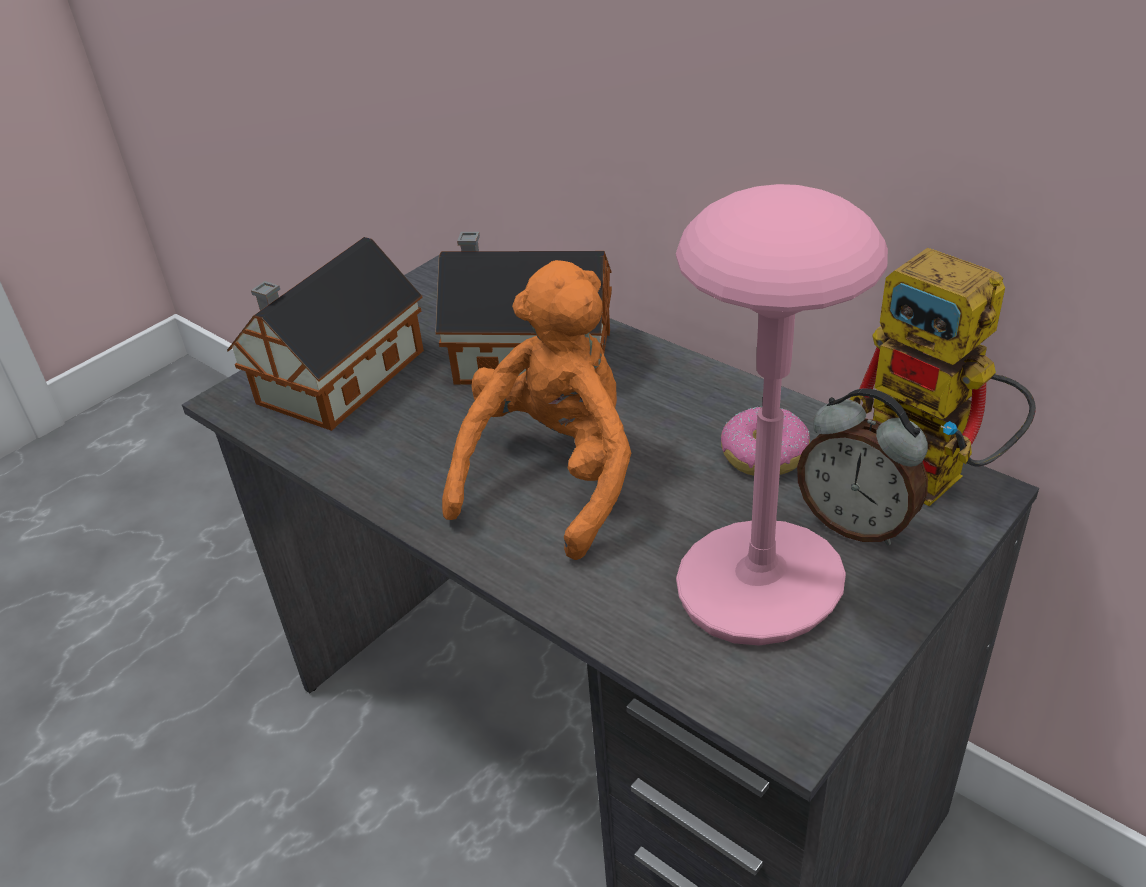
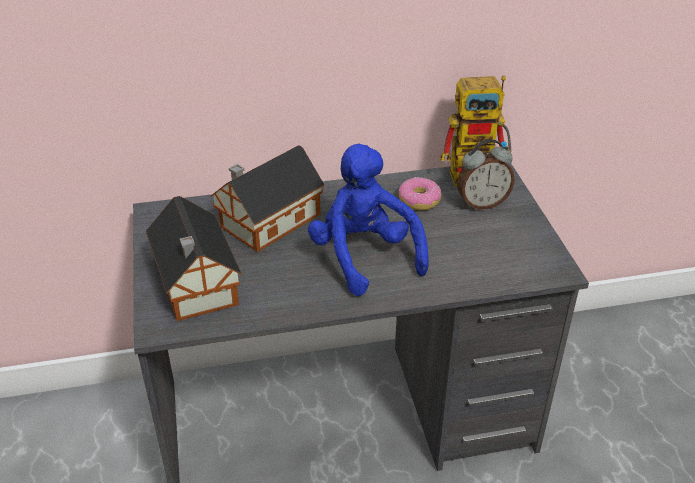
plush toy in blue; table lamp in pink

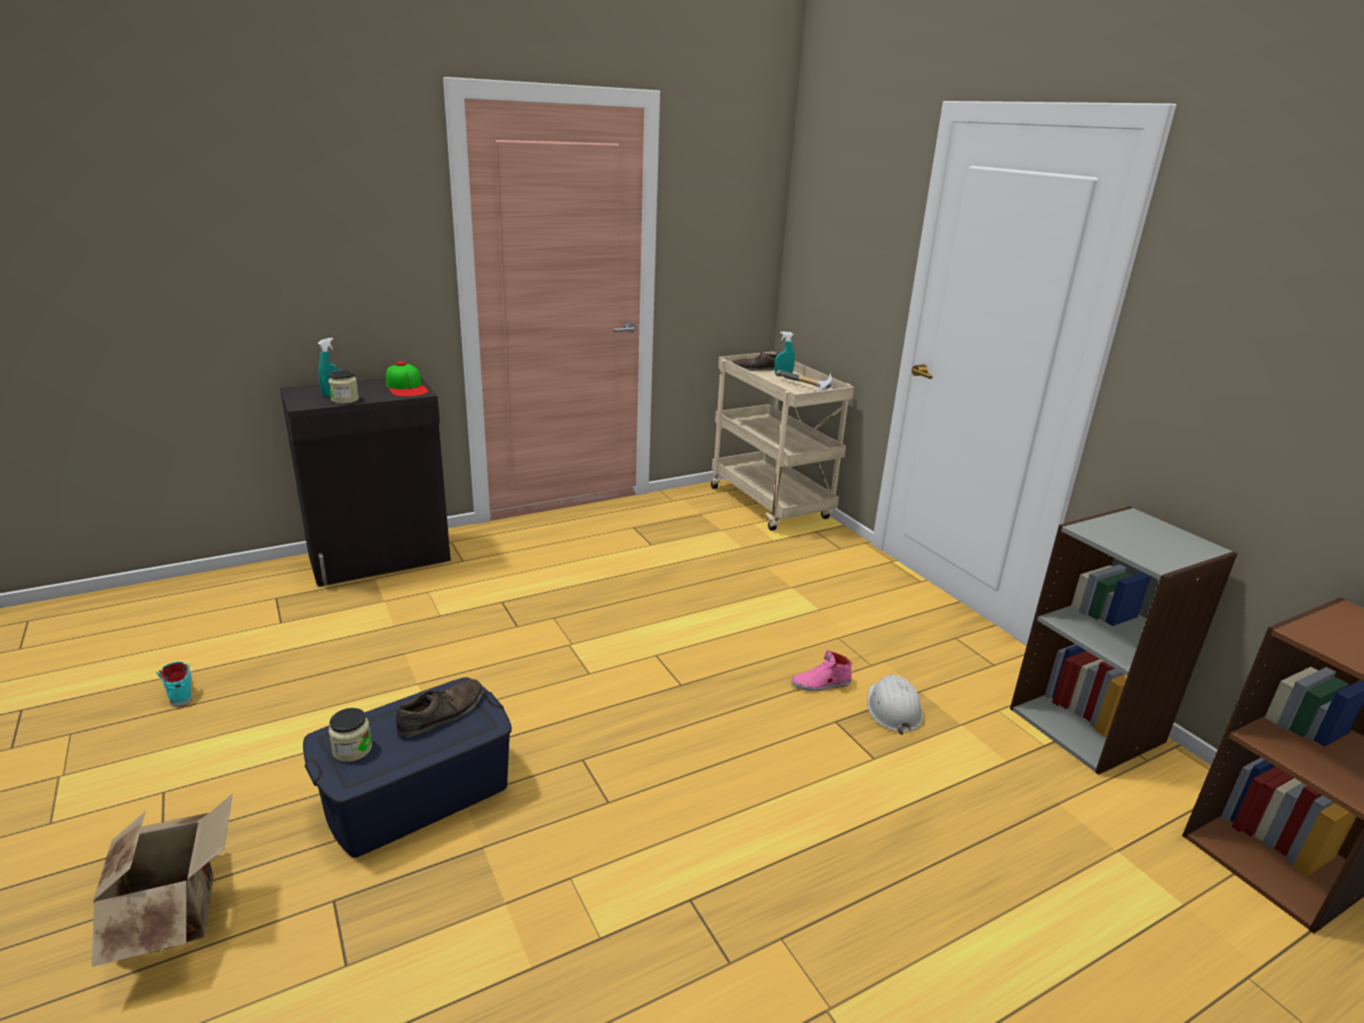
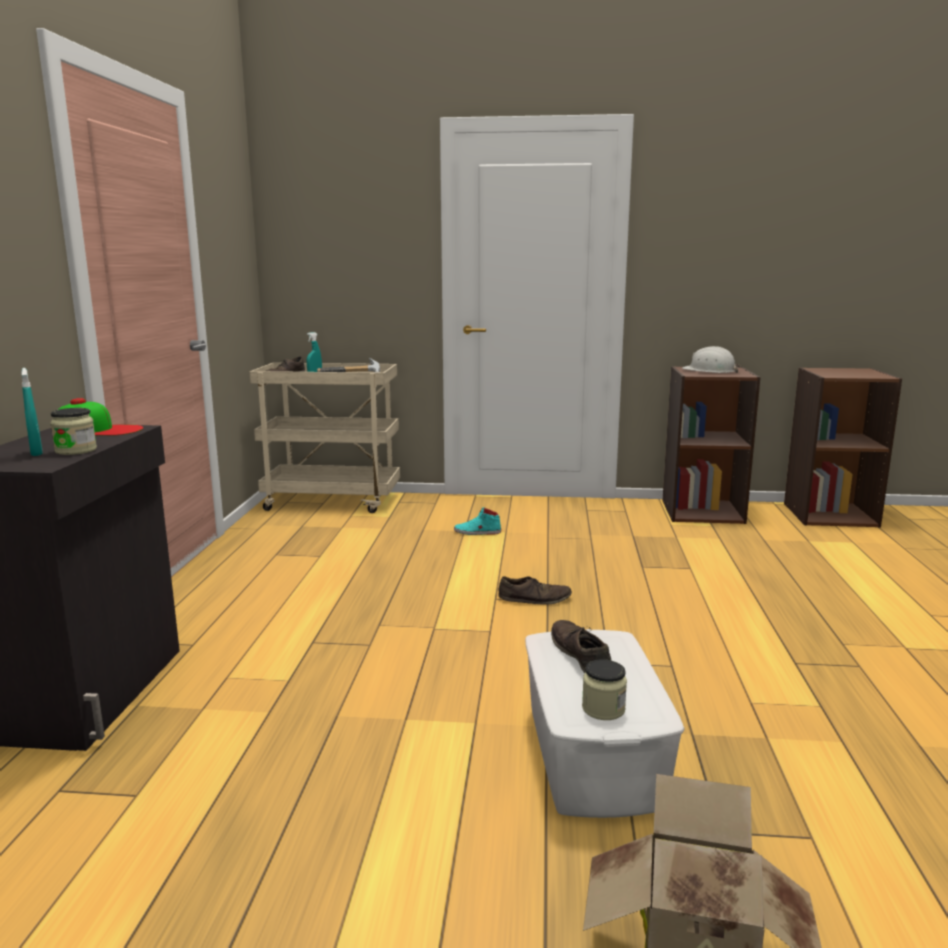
shoe in turquoise; storage box in white; shoe in pink; hard hat in white; bookcase in brown (1st from left); shoe in brown (2nd from left)

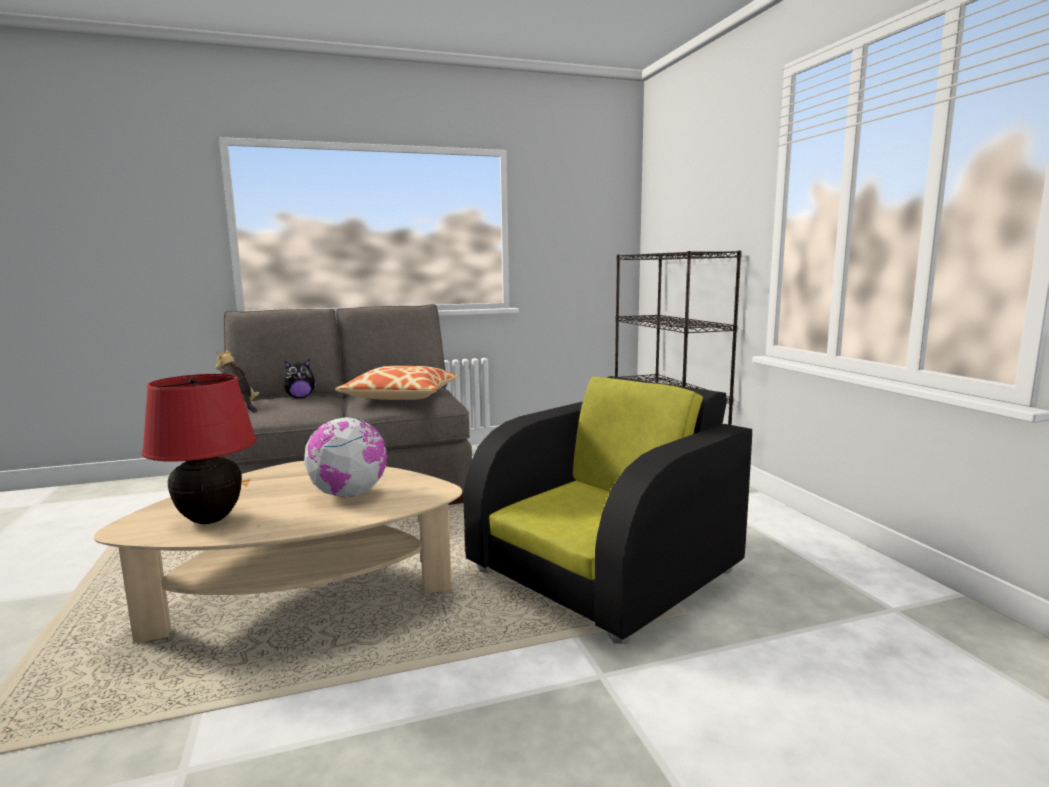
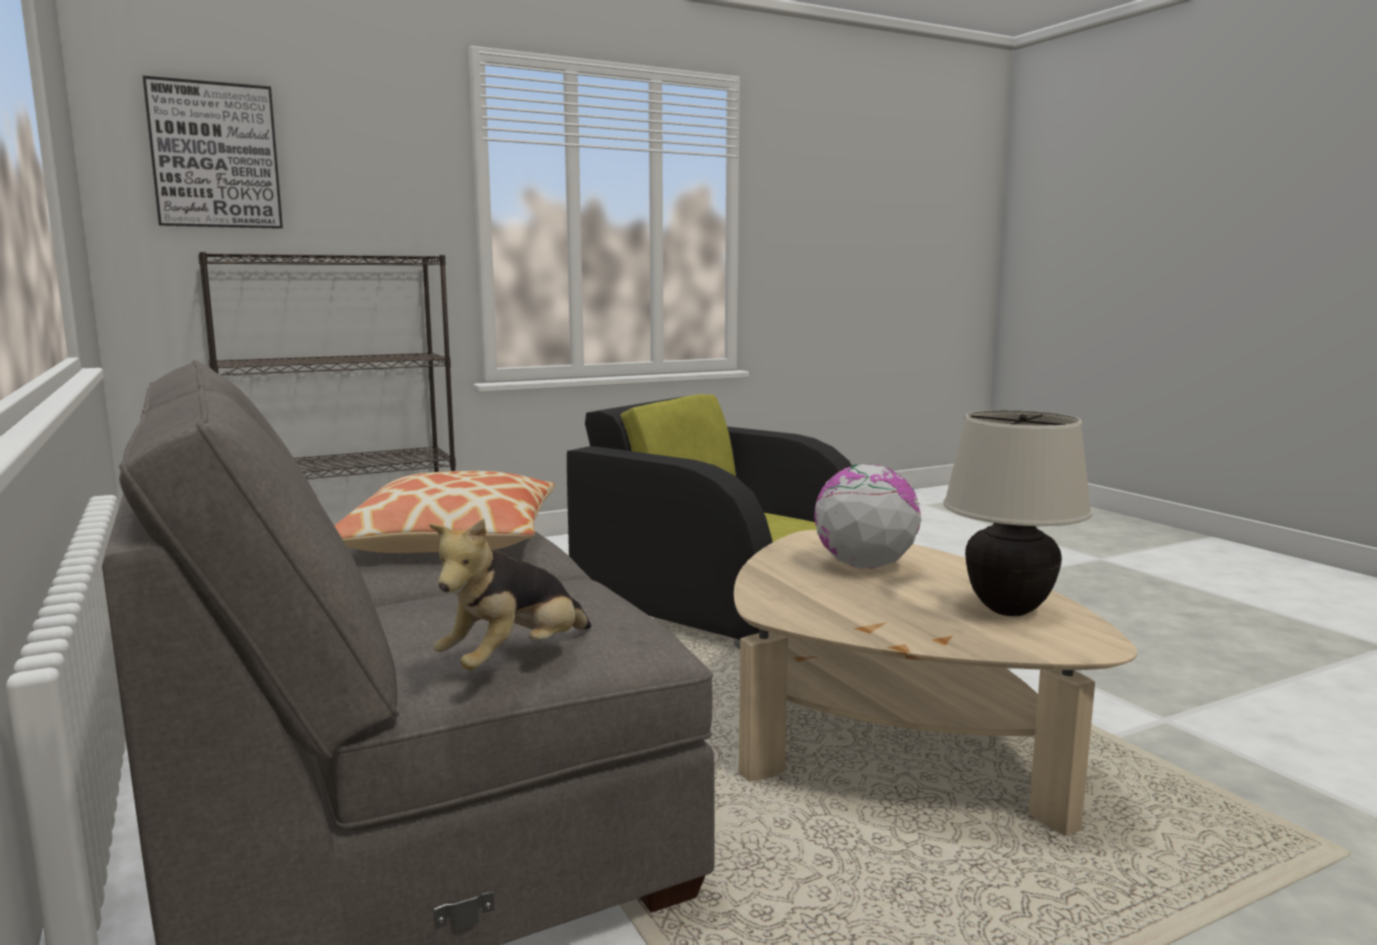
table lamp in beige; plush toy (2nd from left in the first image); picture

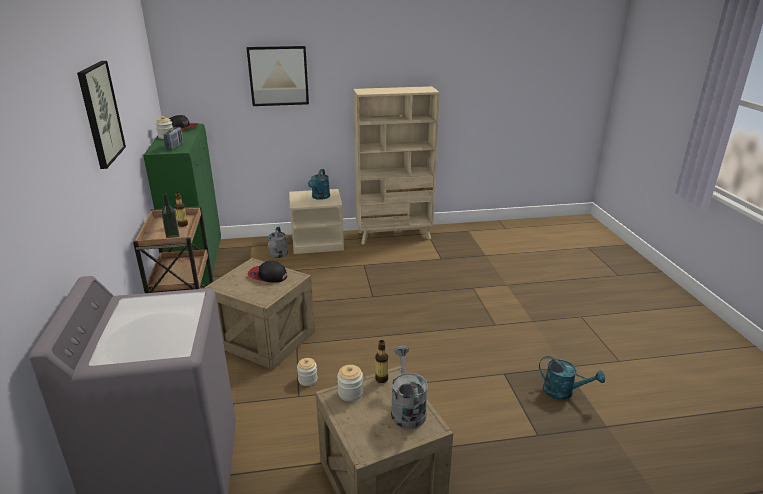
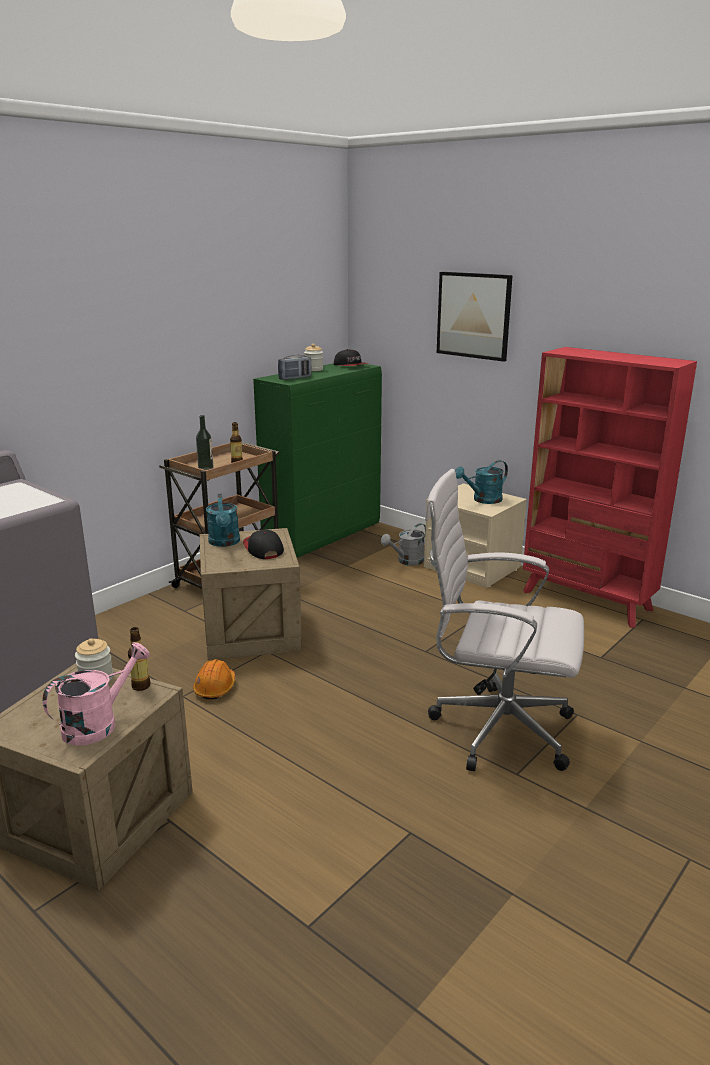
picture (1st from left in the first image); hard hat in orange; bookcase in red; watering can in pink; watering can in turquoise (1st from left); office chair in white

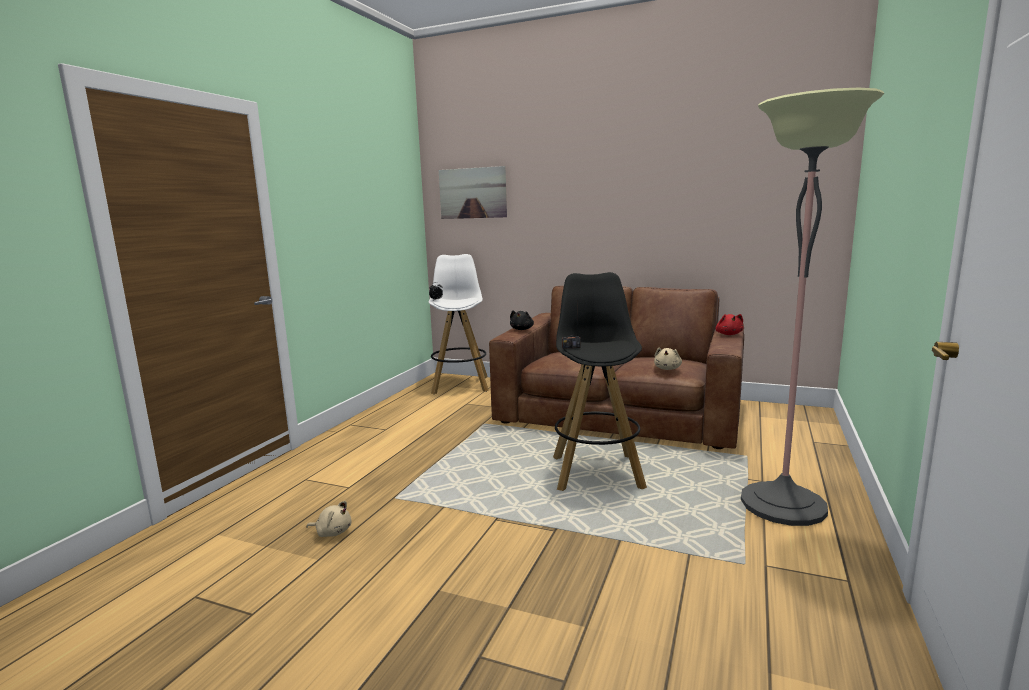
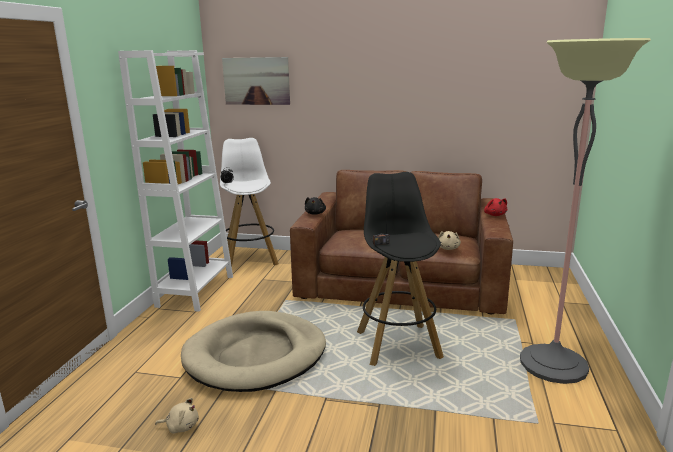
bookcase in white; dog bed in beige

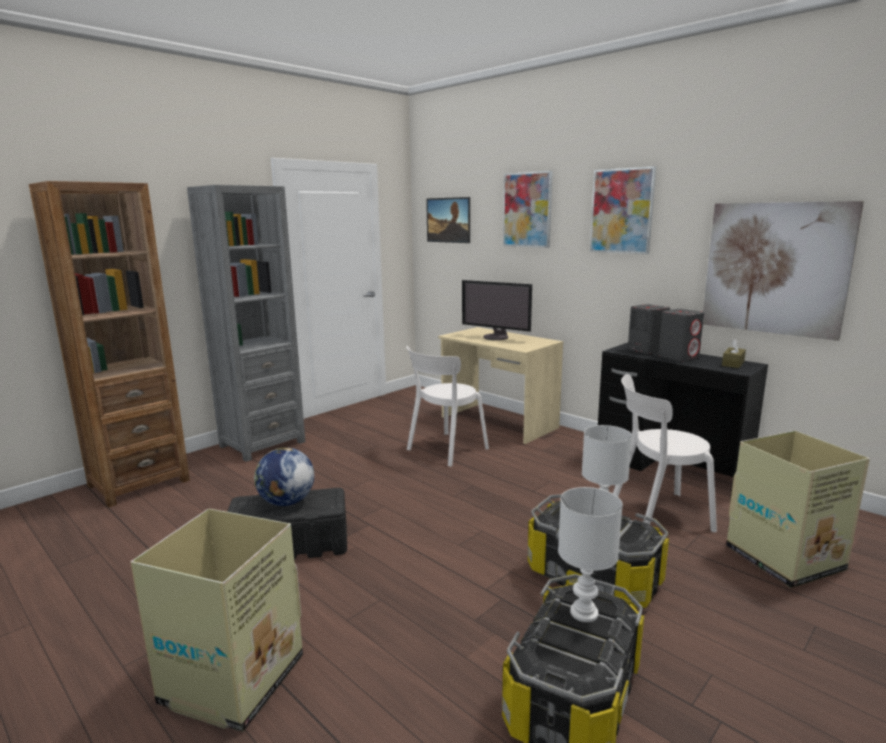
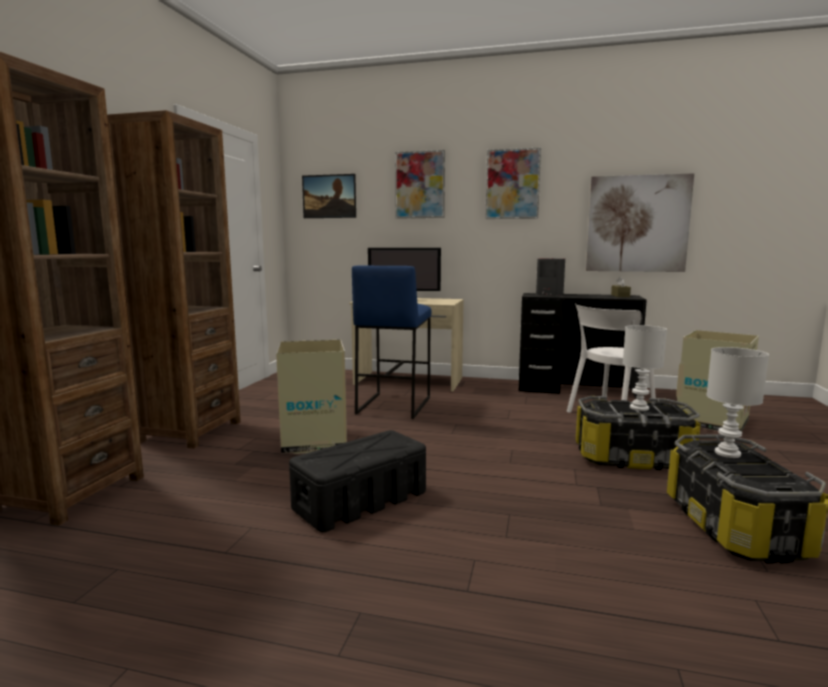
cardboard box (1st from left); bookcase in brown (2nd from left); globe; stool in blue; speaker in grey (2nd from left in the first image)

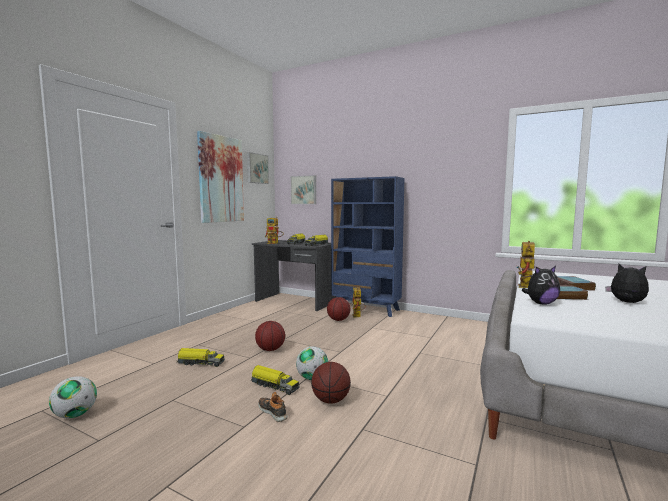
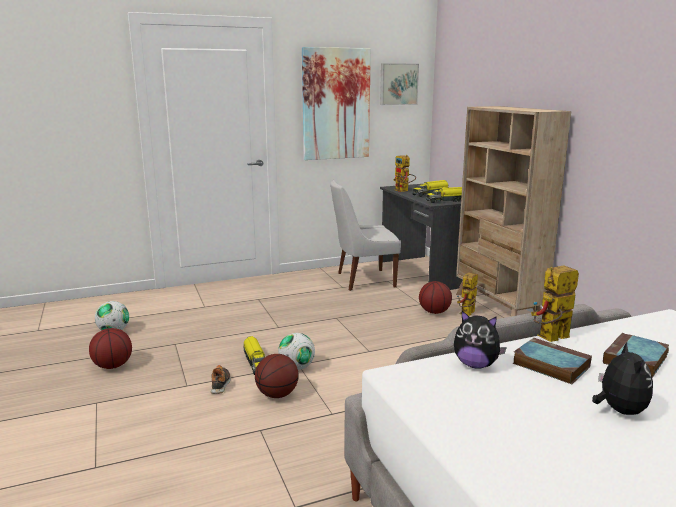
toy truck (1st from left in the first image); basketball (1st from left); picture (3rd from left in the first image); bookcase in beige; chair in white

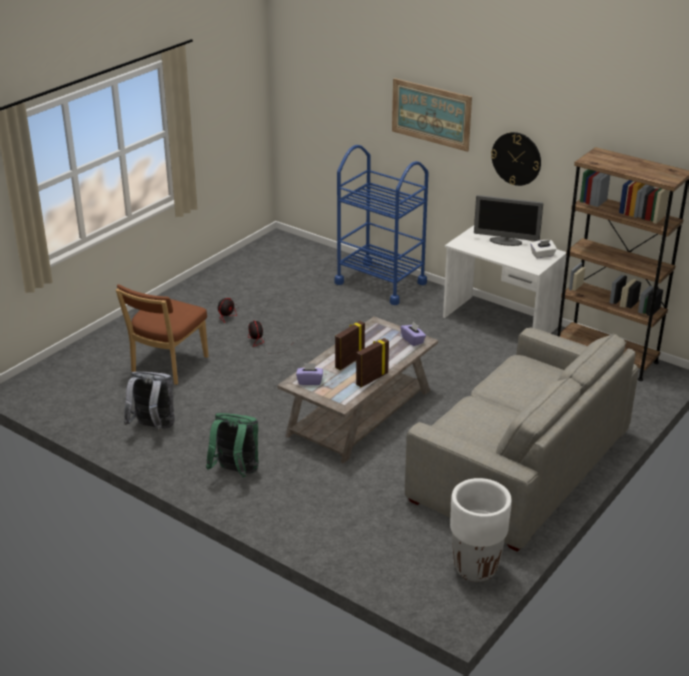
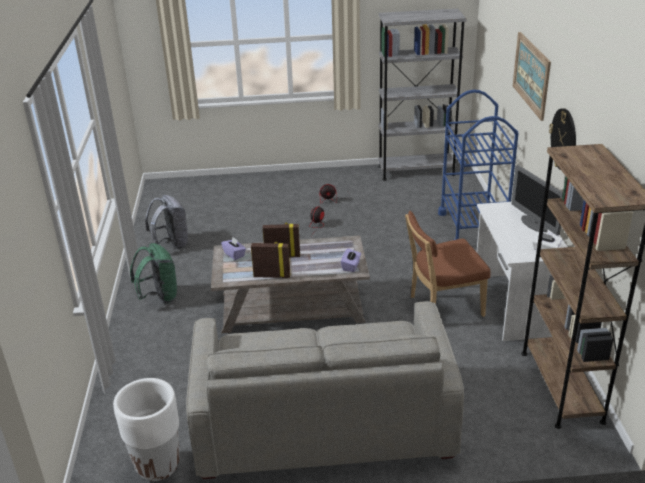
chair in brown; bookcase in grey

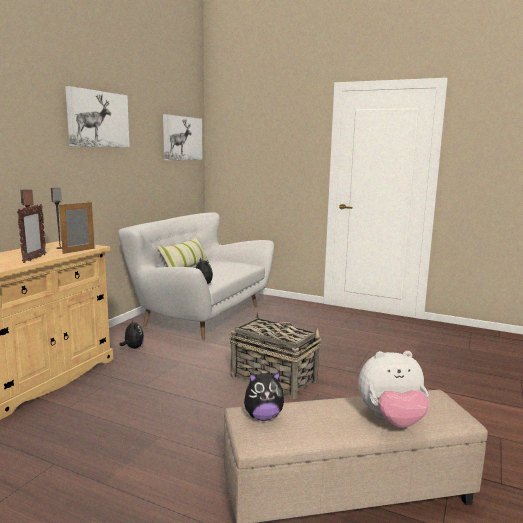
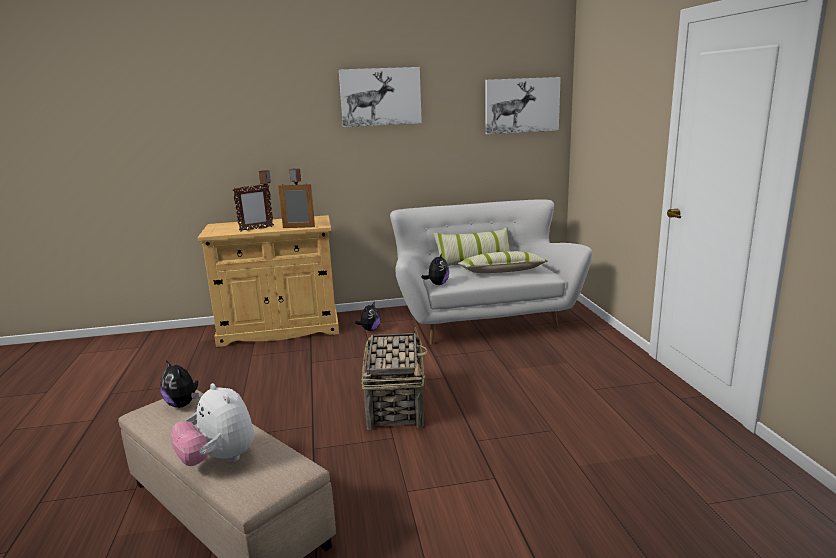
pillow (2nd from left)

